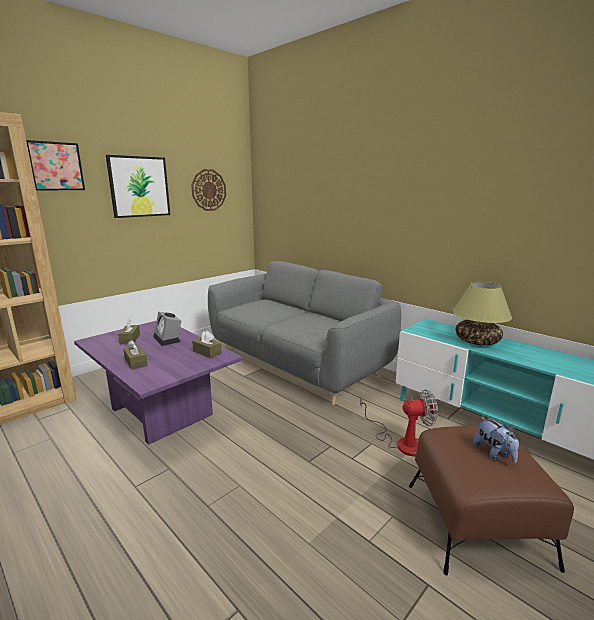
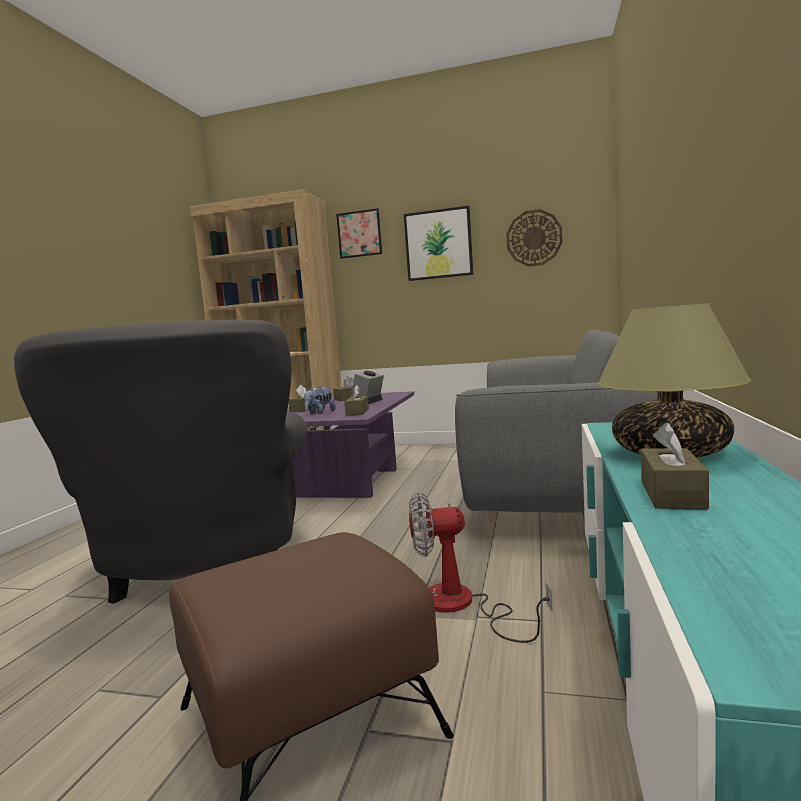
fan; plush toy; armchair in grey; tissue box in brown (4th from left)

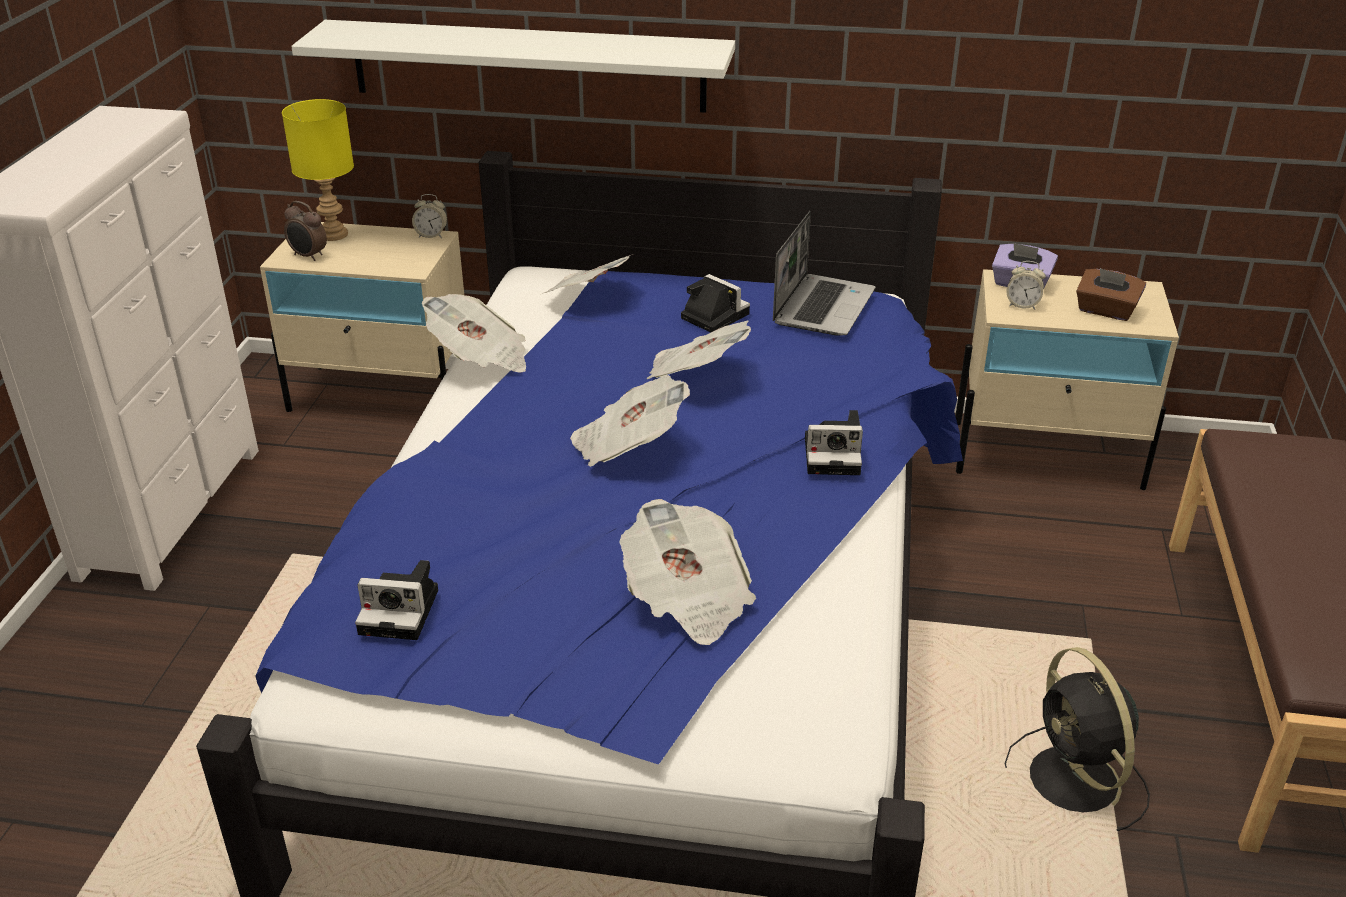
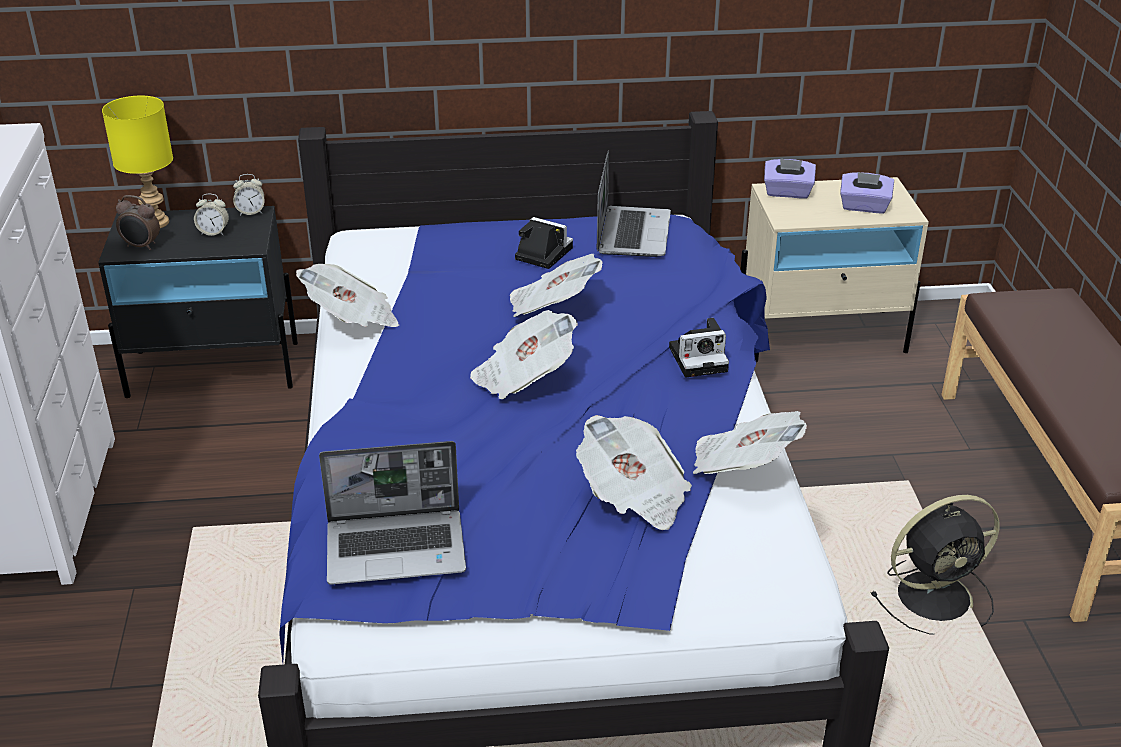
nightstand in black; shelf in white; laptop (1st from left); newspaper (5th from left); fan in black; alarm clock (2nd from left); tissue box in purple (2nd from left)

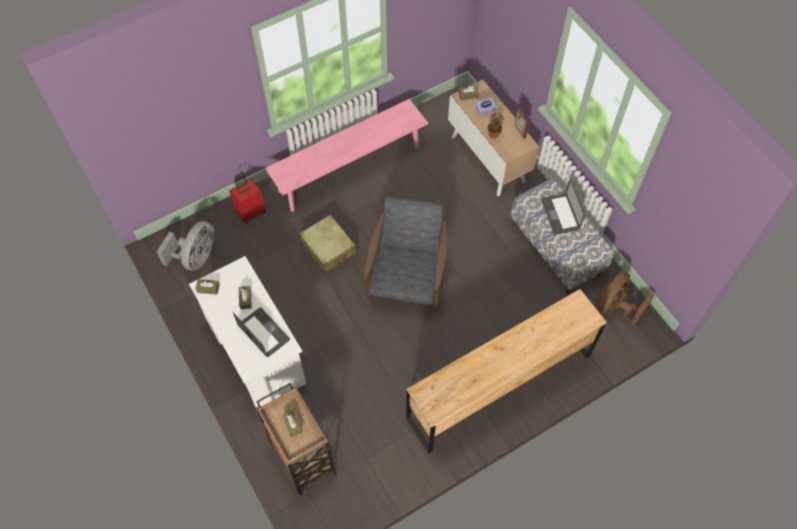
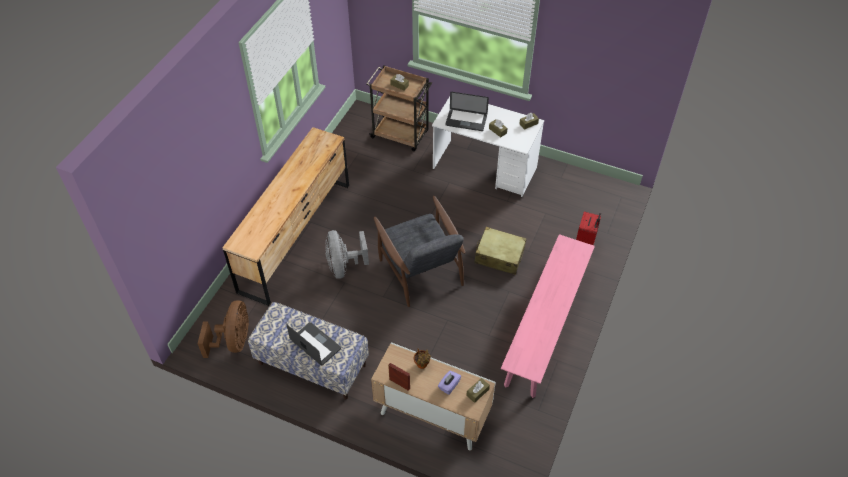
fan in grey

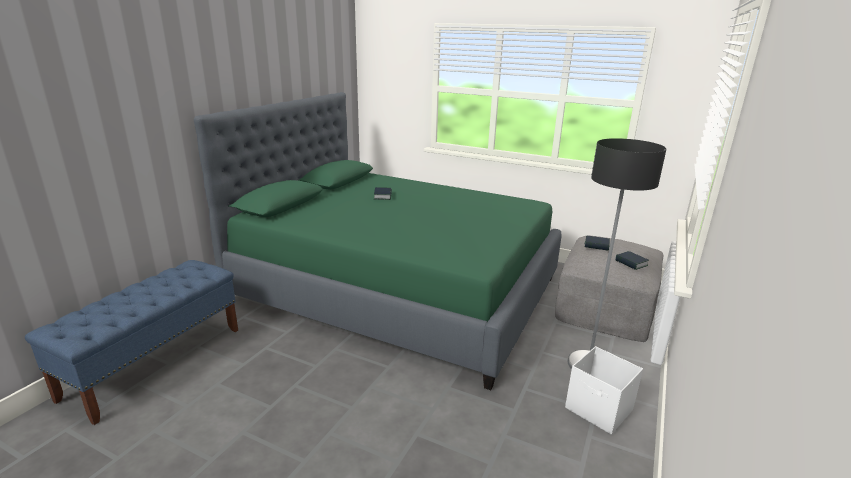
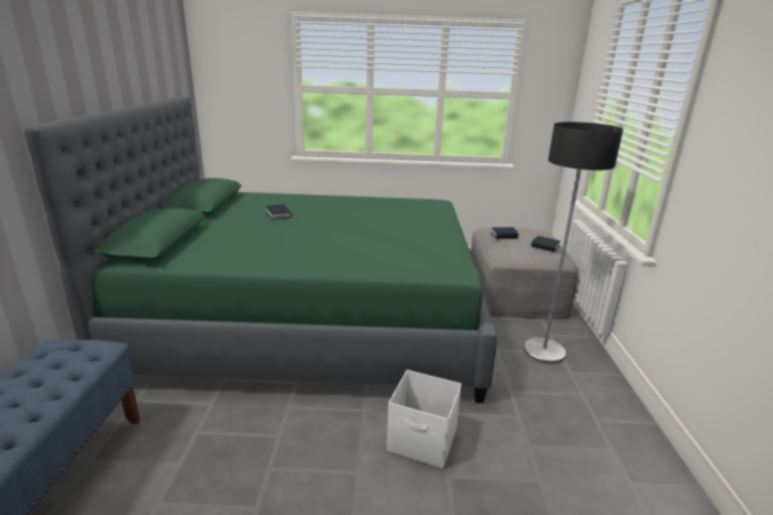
storage box in white

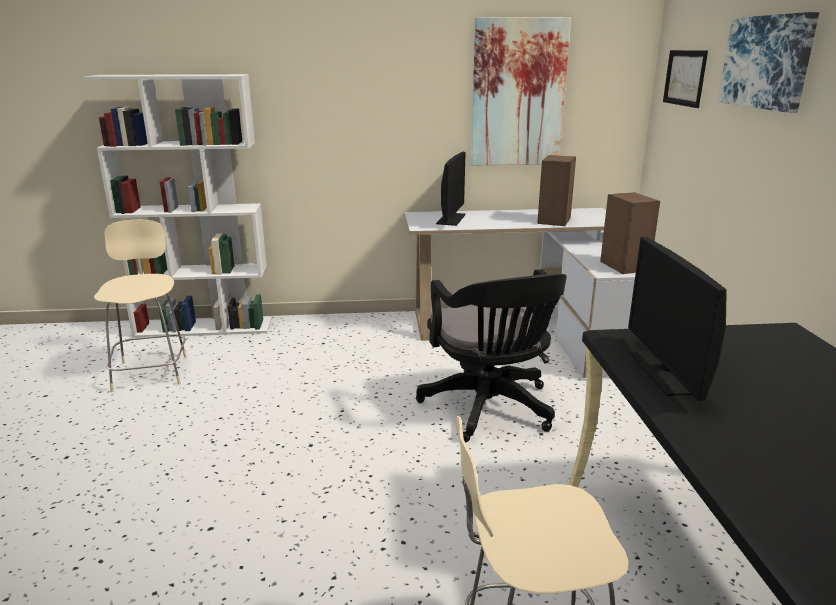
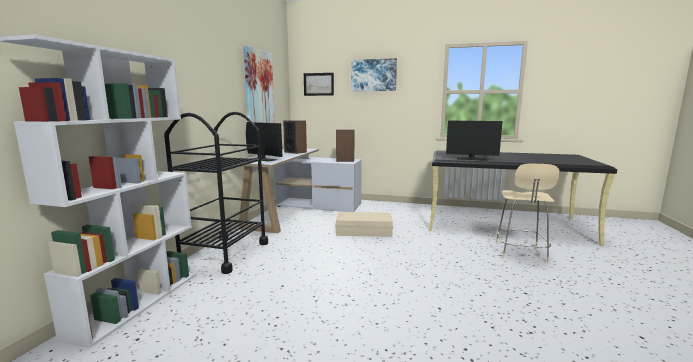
chair in beige (1st from left in the first image); storage box in beige; cart in black

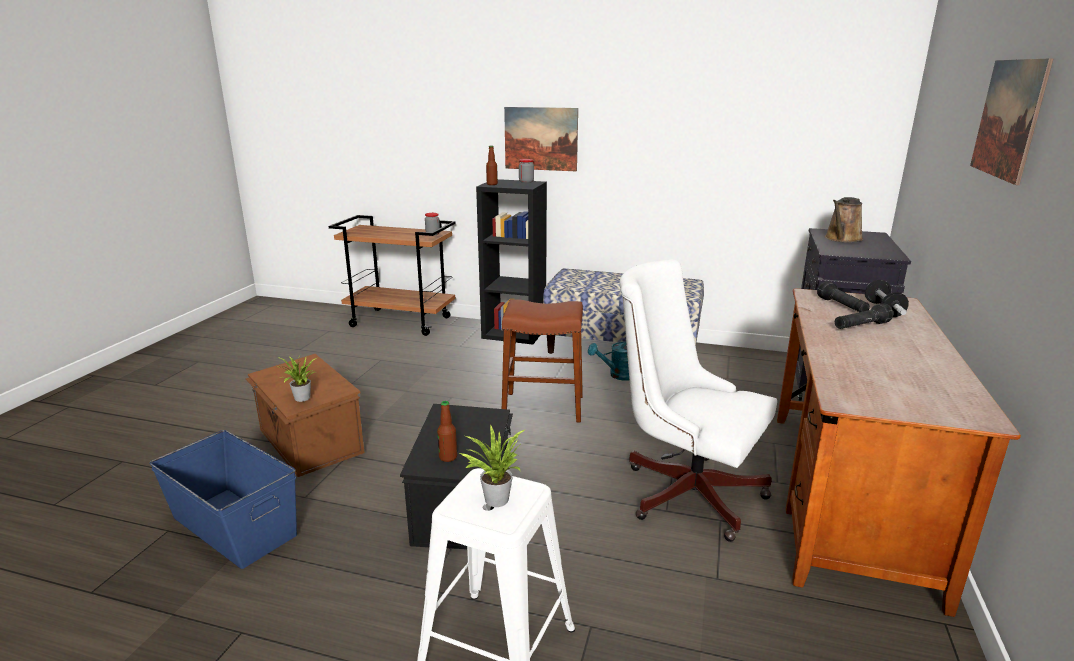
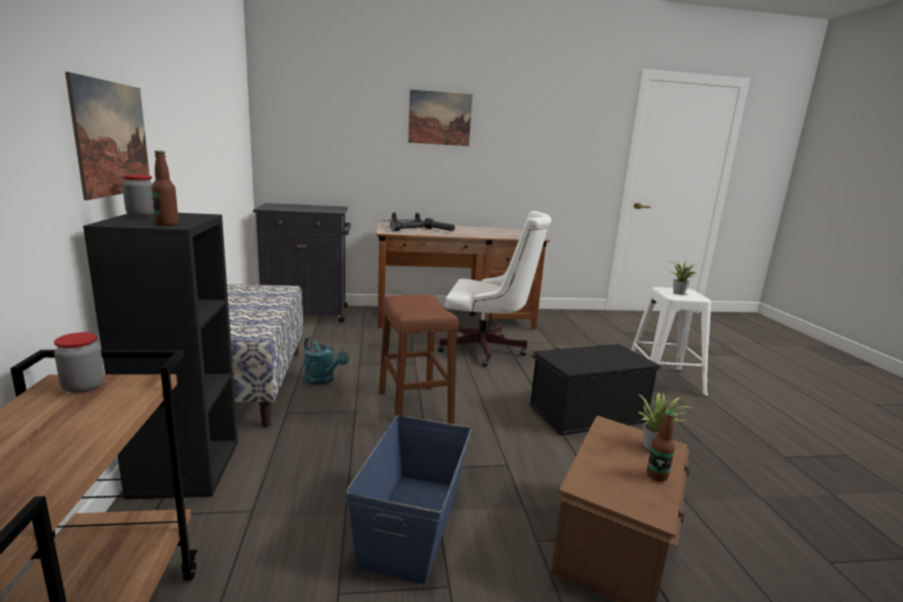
storage box in blue; bottle (2nd from left); office chair in white; watering can in brown

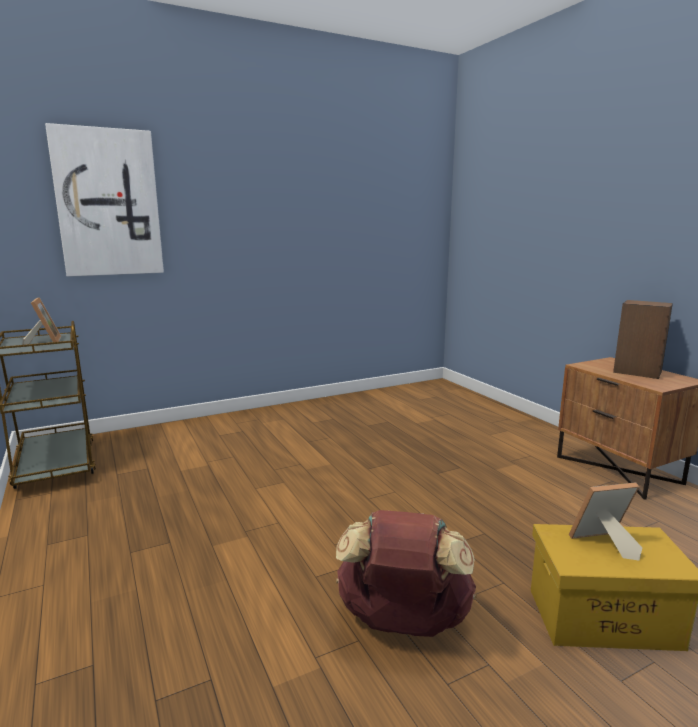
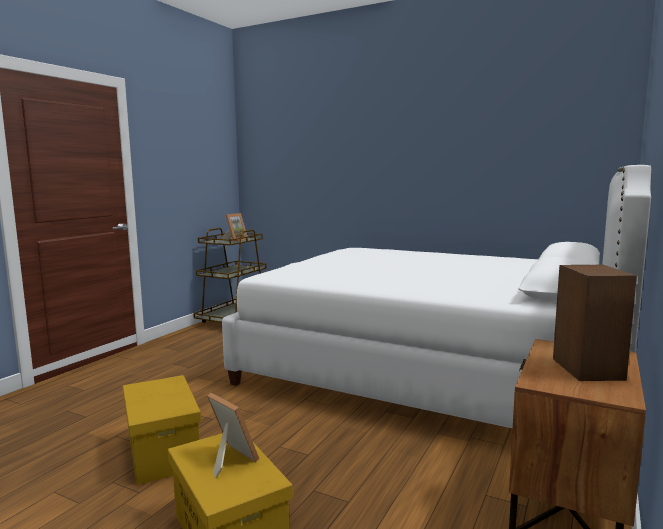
picture; storage box in yellow (1st from left); bed in white

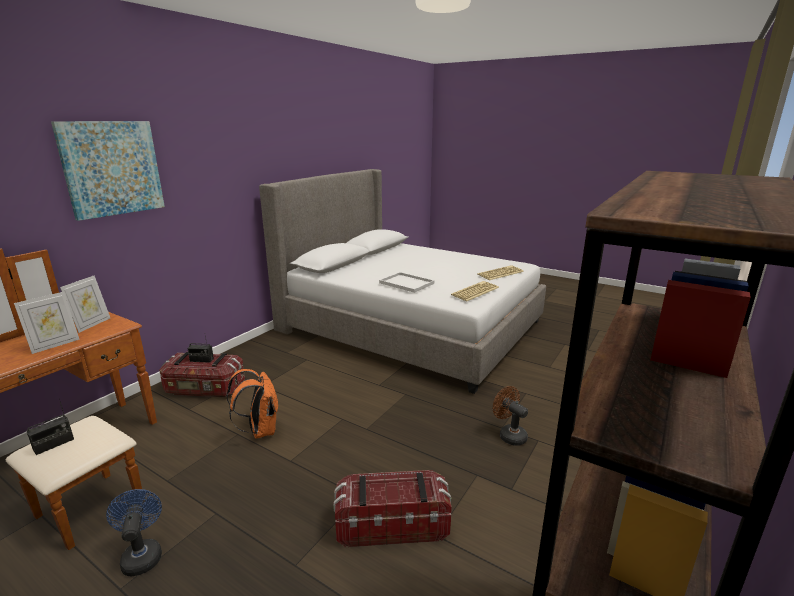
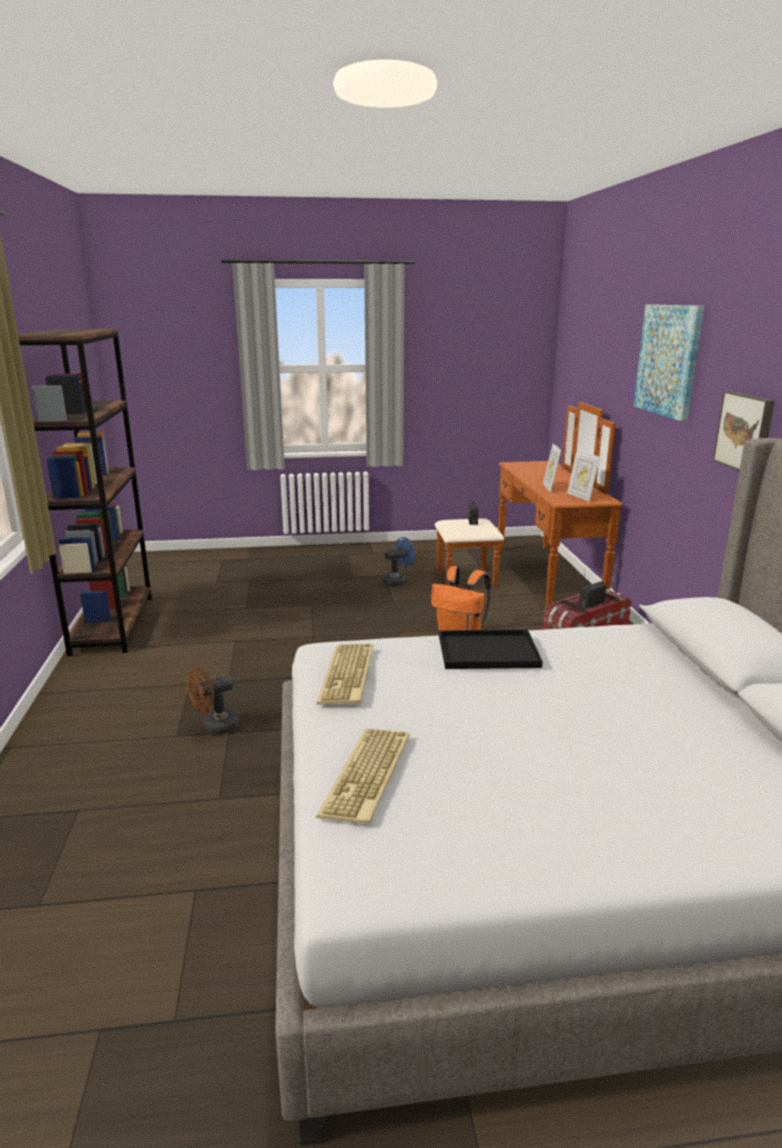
fan in blue; storage box (2nd from left in the first image); tray in black; fan in brown; picture (2nd from left)

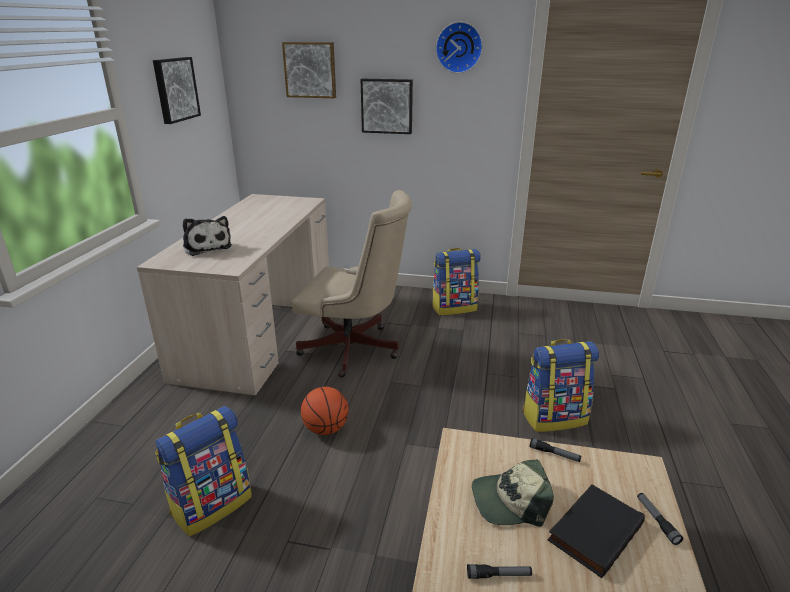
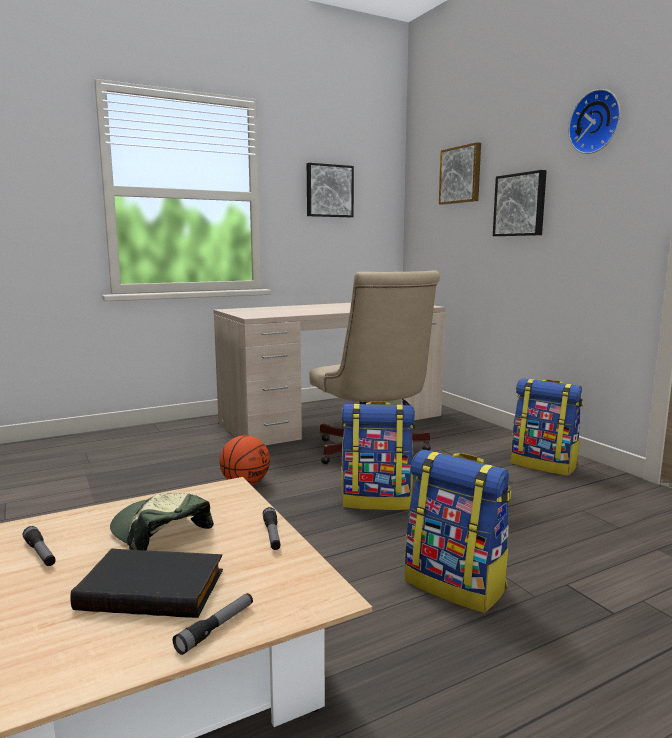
backpack (1st from left); plush toy

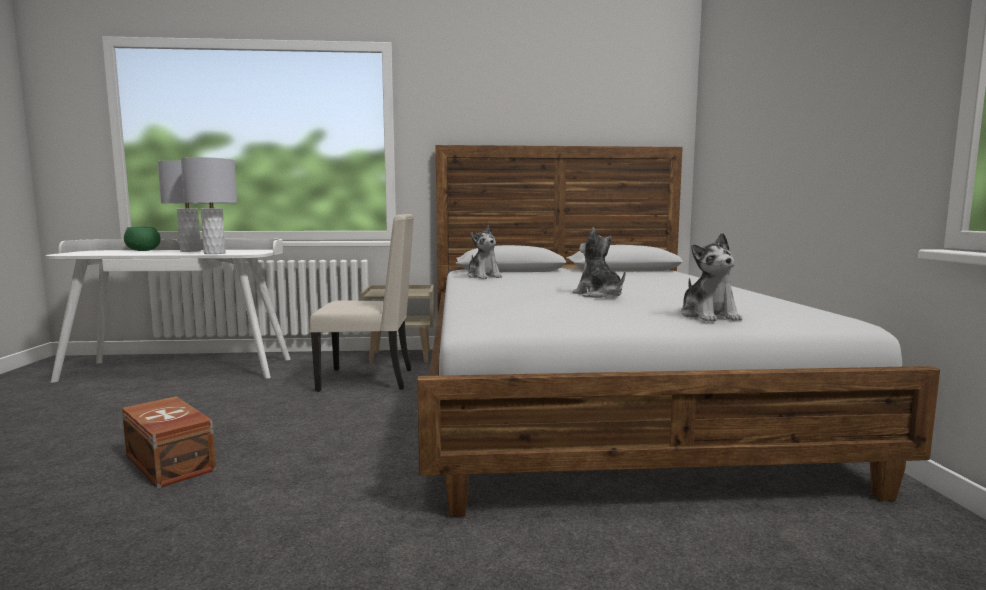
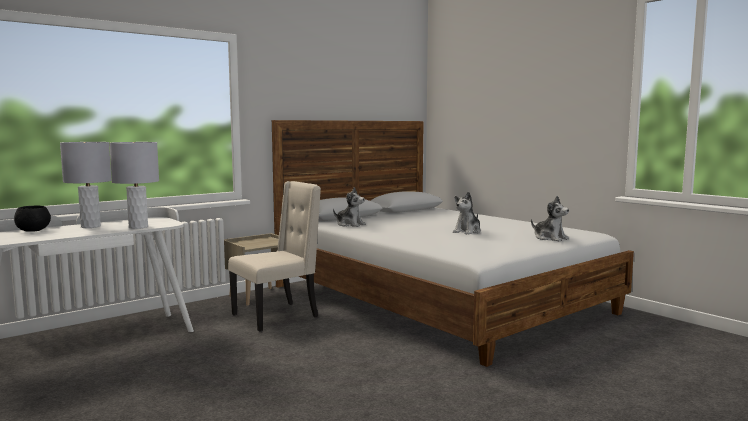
storage box in brown; bowl in black; plush toy (2nd from left)

